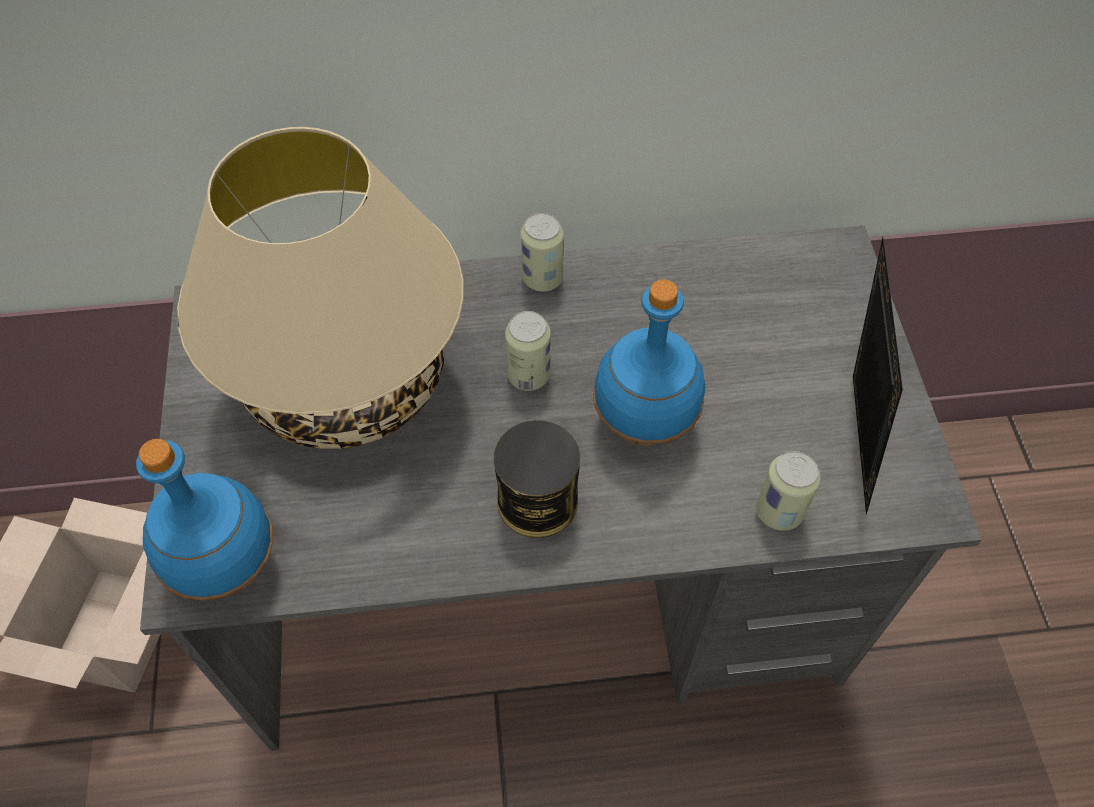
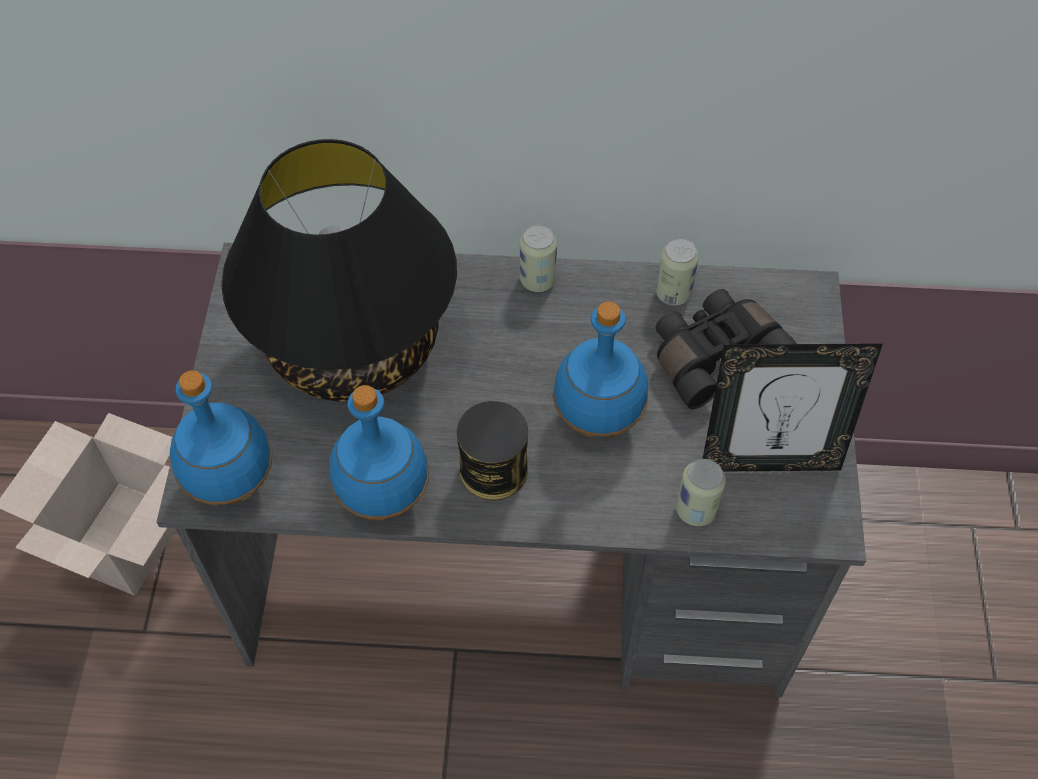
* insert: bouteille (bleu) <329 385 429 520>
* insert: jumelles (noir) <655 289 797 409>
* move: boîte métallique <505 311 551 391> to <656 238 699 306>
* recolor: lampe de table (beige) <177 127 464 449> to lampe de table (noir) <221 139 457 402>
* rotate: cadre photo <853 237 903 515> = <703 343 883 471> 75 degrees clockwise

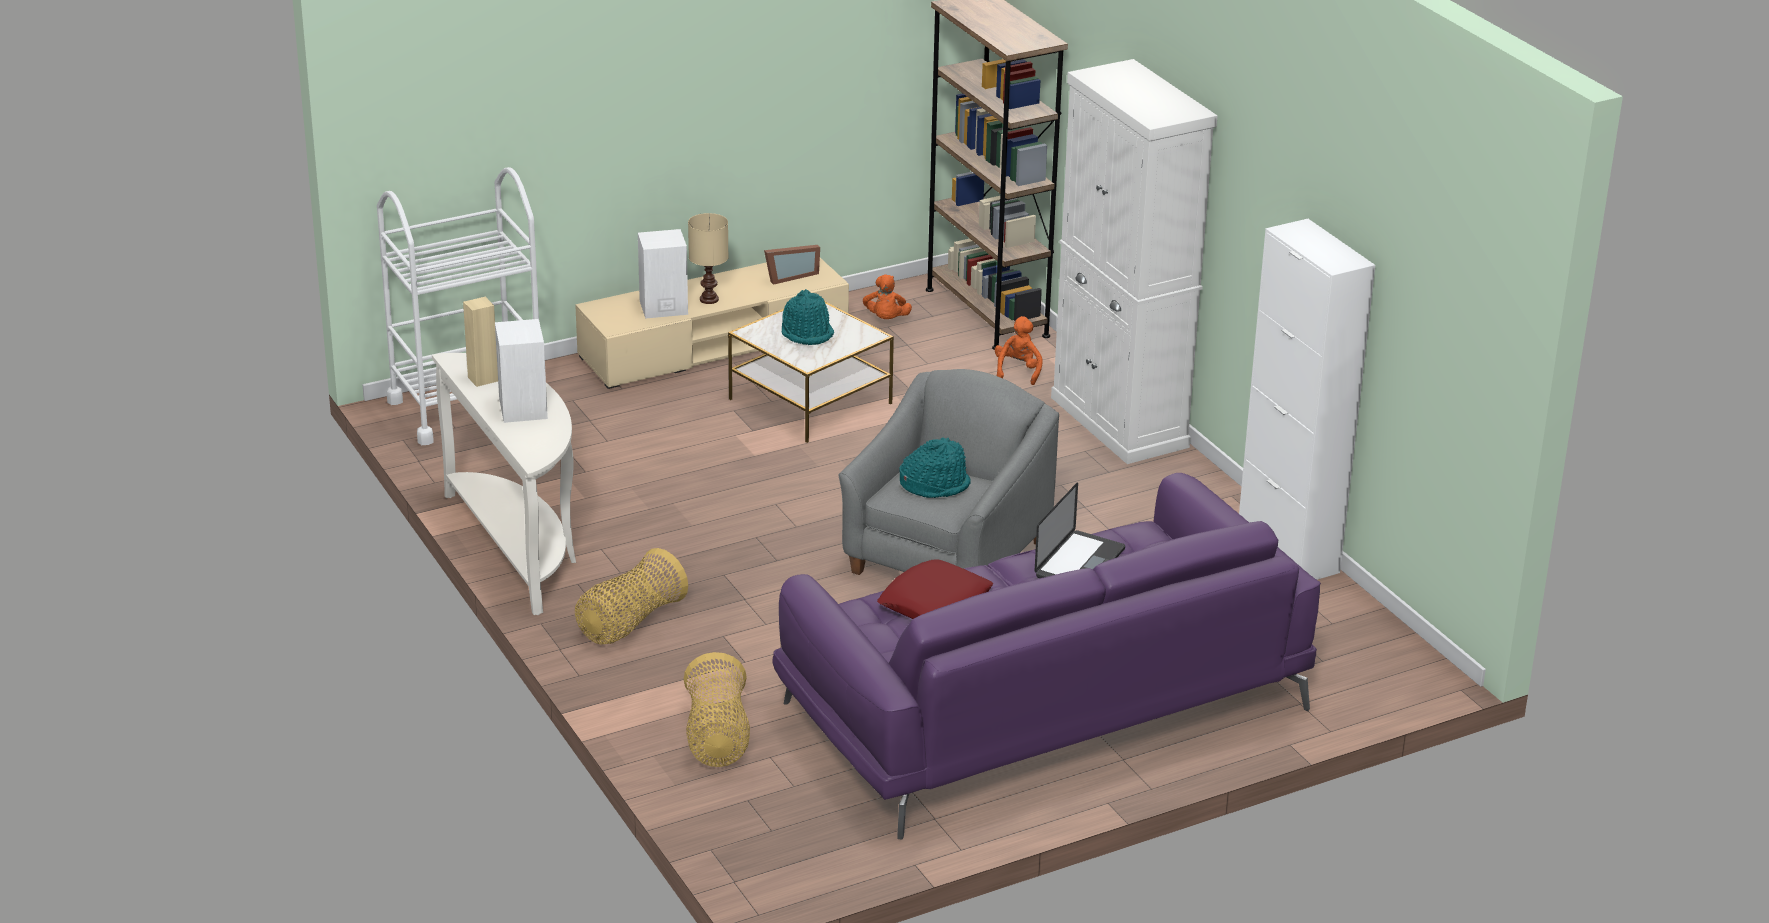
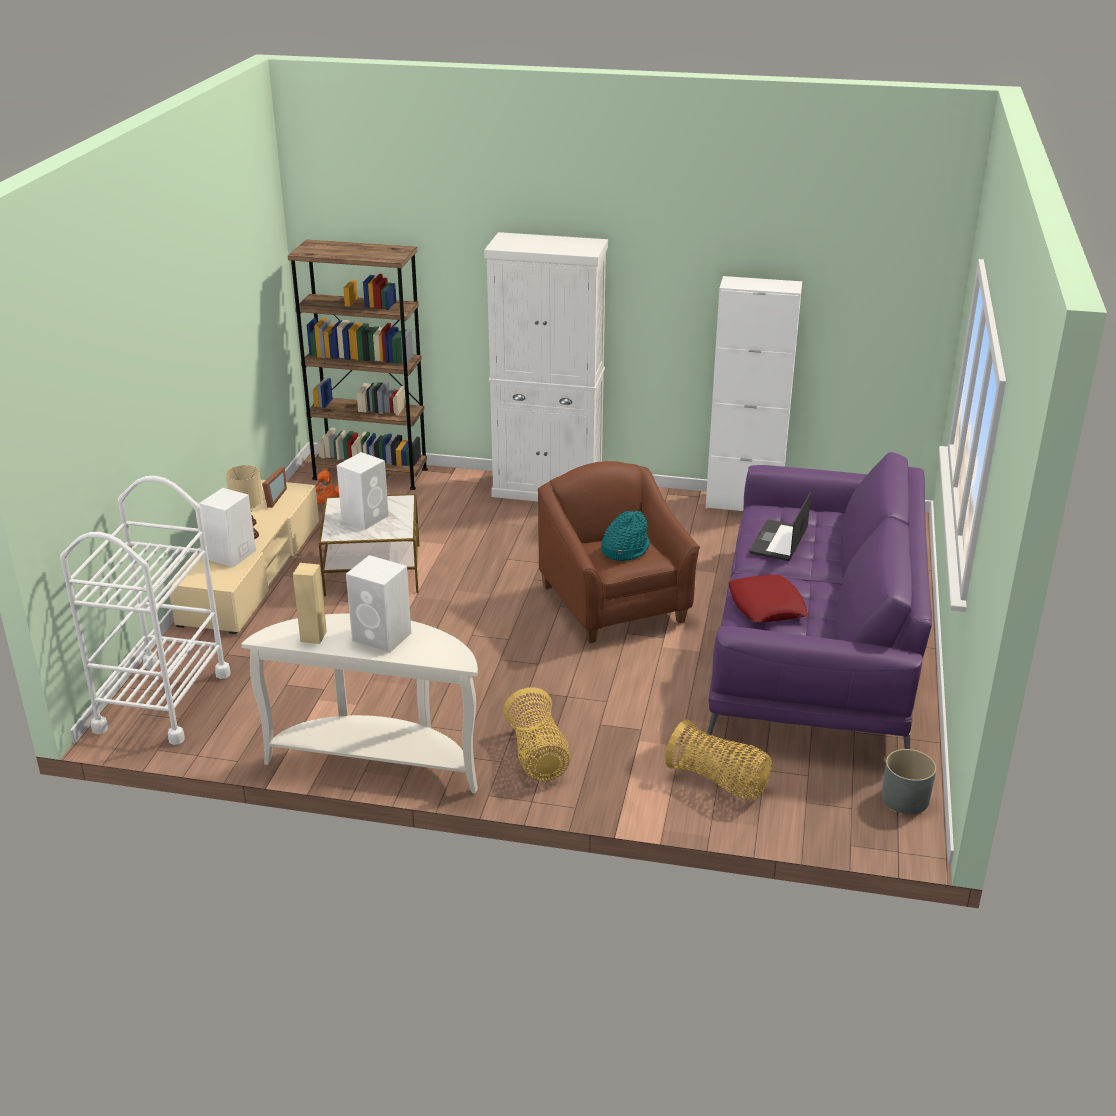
* delete: peluche (orange) <995 316 1043 385>
* insert: cache-pot (gris) <882 749 936 814>
* replace: chapeau (turquoise) <782 289 834 345> to enceinte (blanc) <337 452 389 530>
* recolor: fauteuil (gris) <838 369 1059 575> to fauteuil (marron) <538 461 700 643>
* rotate: ordinateur portable <1035 483 1125 578> = <749 491 811 561> 135 degrees counterclockwise

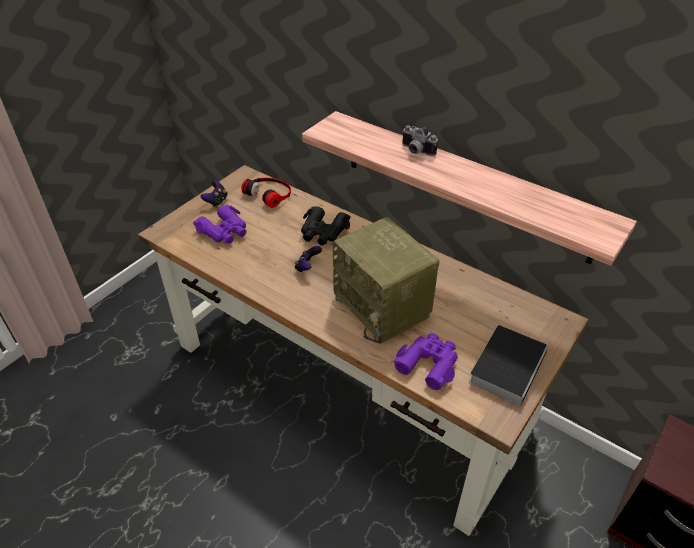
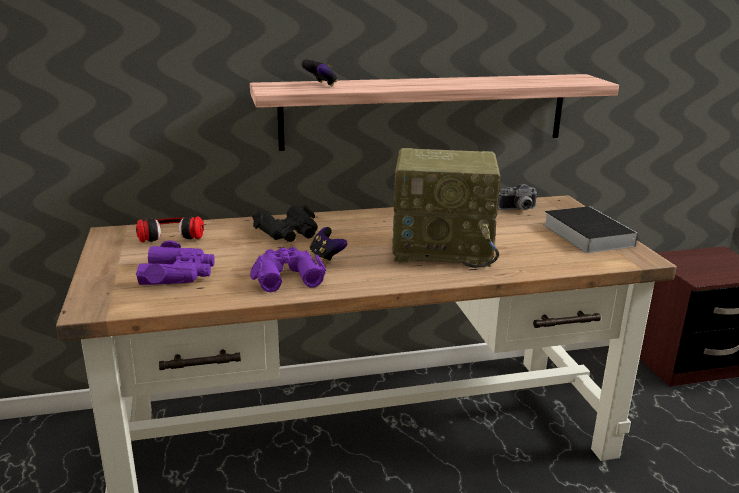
* move: manette <200 180 228 208> to <301 60 337 87>
* move: jumelles (violet) <394 333 458 390> to <250 247 326 292>
* move: appareil photo <402 125 438 156> to <498 184 538 210>

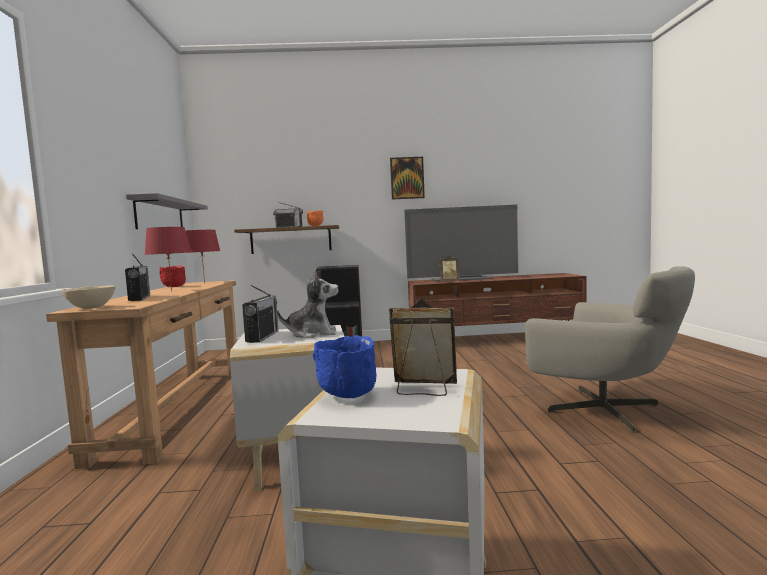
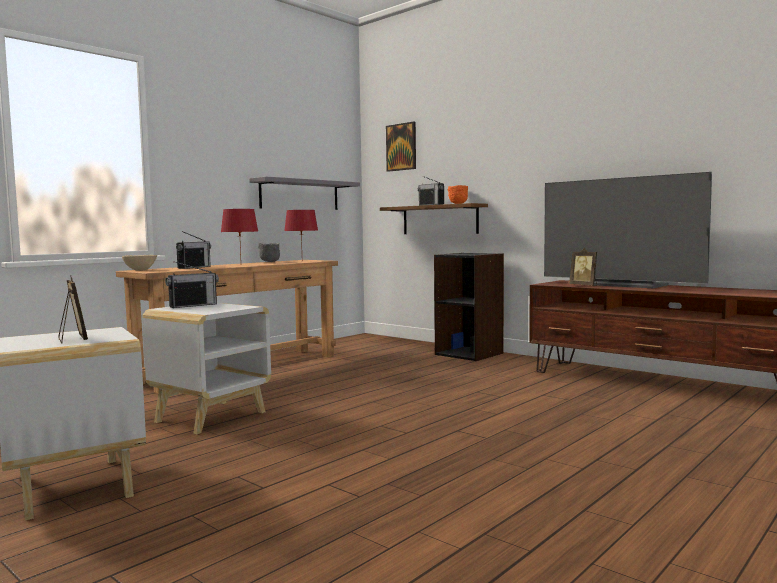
* delete: peluche <277 269 339 338>
* delete: bol (bleu) <313 335 377 398>
* delete: fauteuil (gris) <525 266 695 433>
* move: tableau <390 157 425 199> to <386 121 416 172>
* recolor: bol (rouge) <159 266 186 287> to bol (gris) <258 243 280 262>

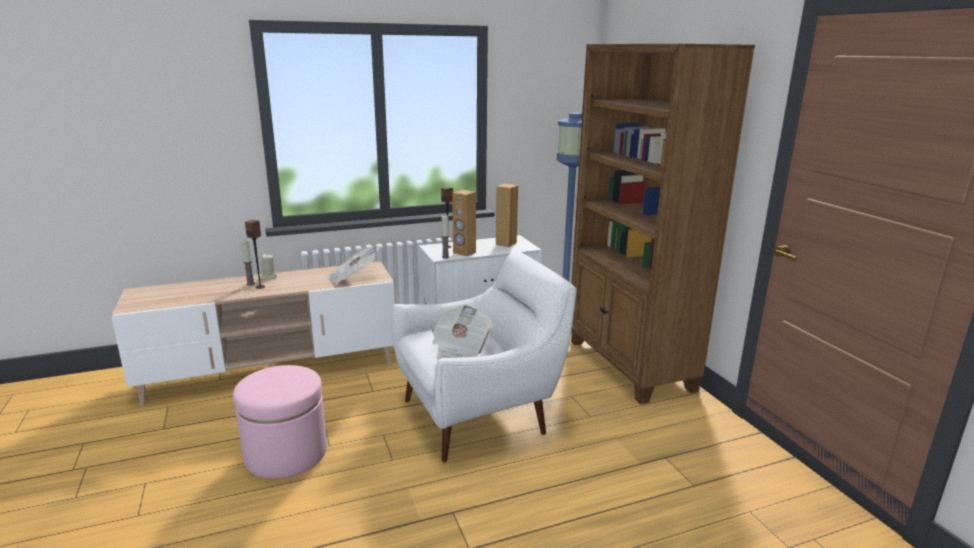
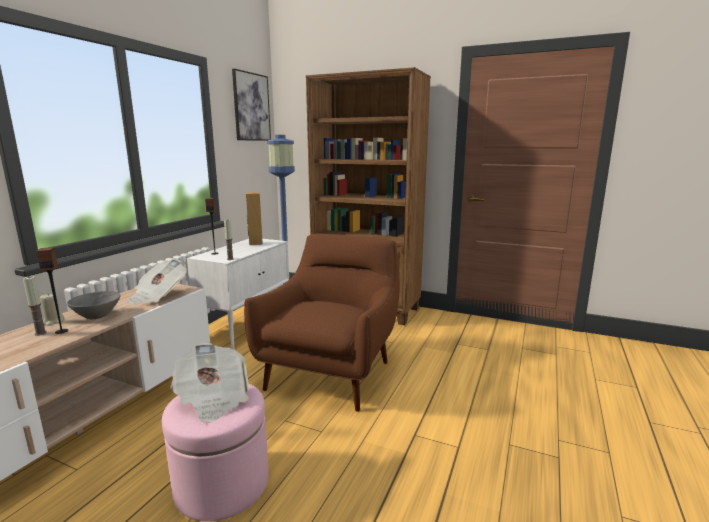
* delete: enceinte (marron) <452 190 476 257>
* insert: bol (gris) <67 291 121 319>
* insert: tableau <232 69 271 141>
* move: journal <432 304 493 361> to <171 342 249 423>
* recolor: fauteuil (blanc) <392 251 577 462> to fauteuil (marron) <244 233 400 412>

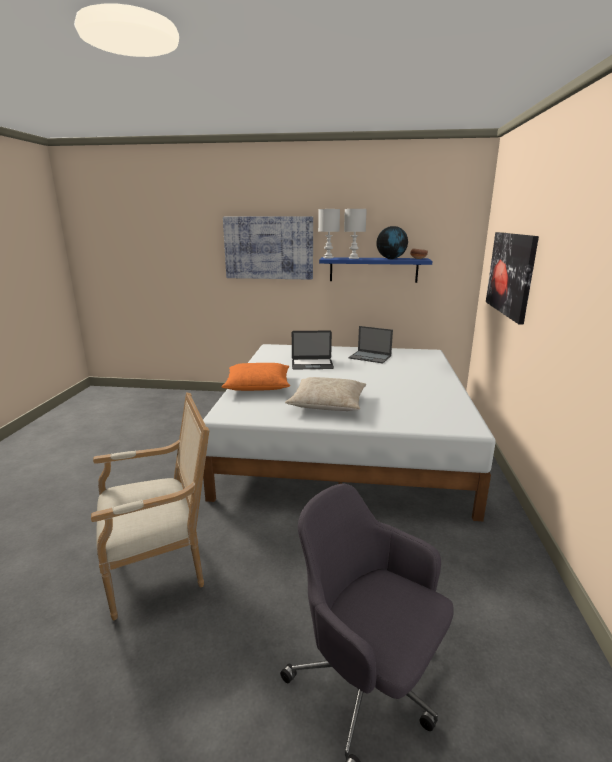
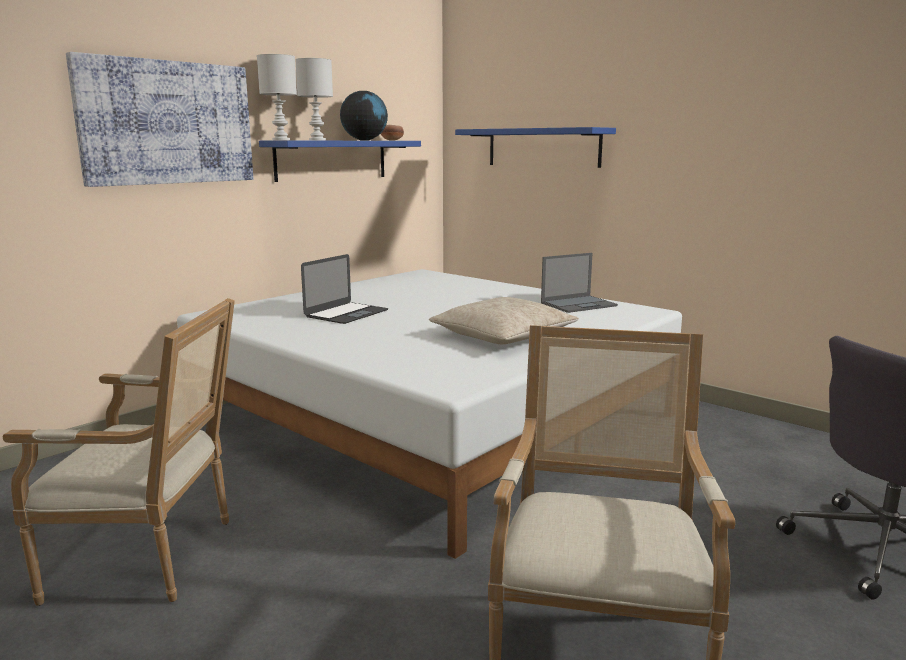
* delete: coussin (orange) <221 363 290 391>
* insert: fauteuil <3 298 235 606>
* move: ordinateur portable <349 326 393 364> to <541 253 618 313>
* replace: tableau <486 232 539 325> to étagère (bleu) <455 127 616 168>

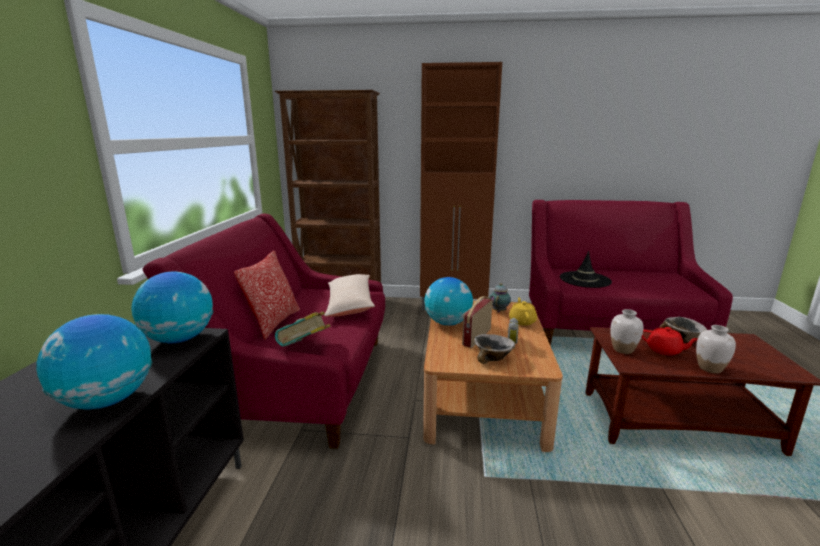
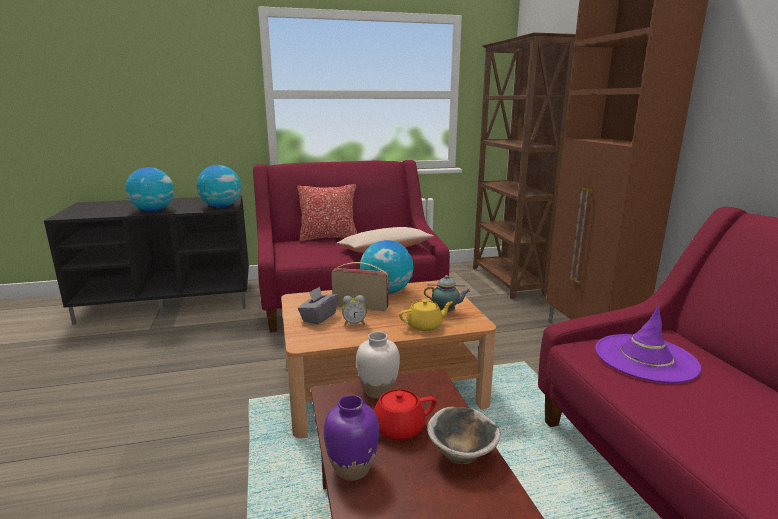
* delete: livre <275 311 330 347>
* replace: bol <474 334 515 364> to boîte à mouchoirs (gris) <298 287 338 325>
* recolor: chapeau (noir) <560 251 612 288> to chapeau (violet) <595 305 701 383>
* recolor: vase (blanc) <696 325 736 373> to vase (violet) <323 395 379 481>
* rotate: théière (rouge) <642 327 698 355> = <374 389 437 440> 60 degrees clockwise

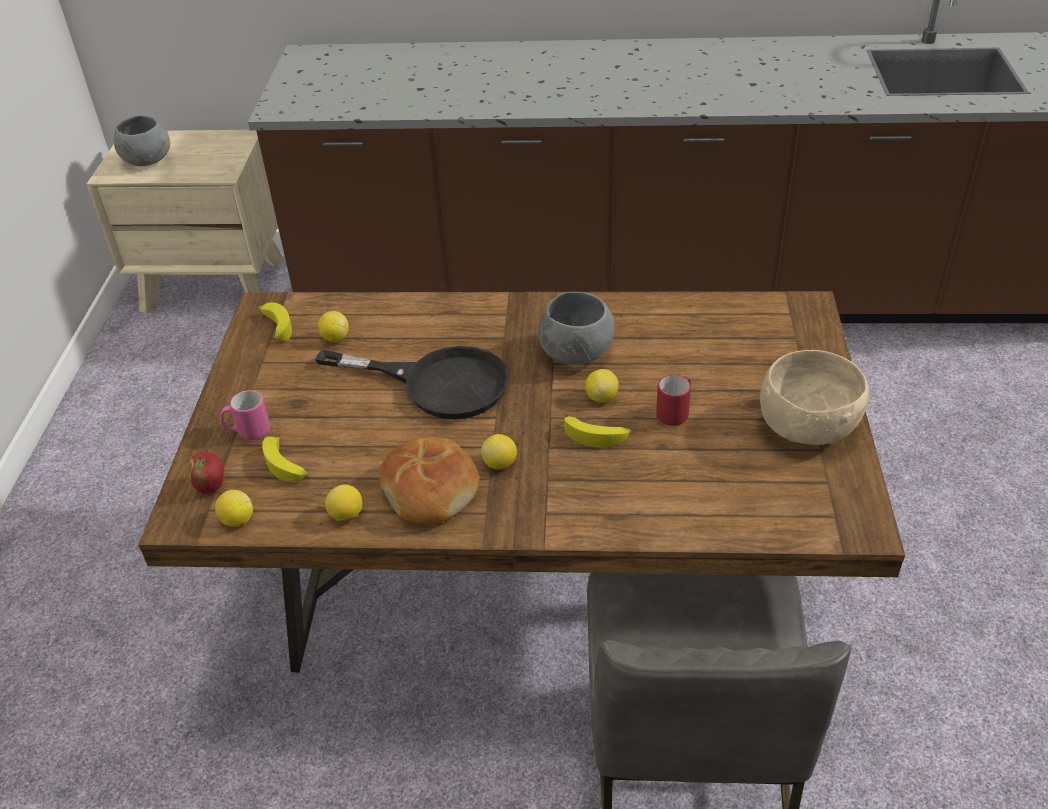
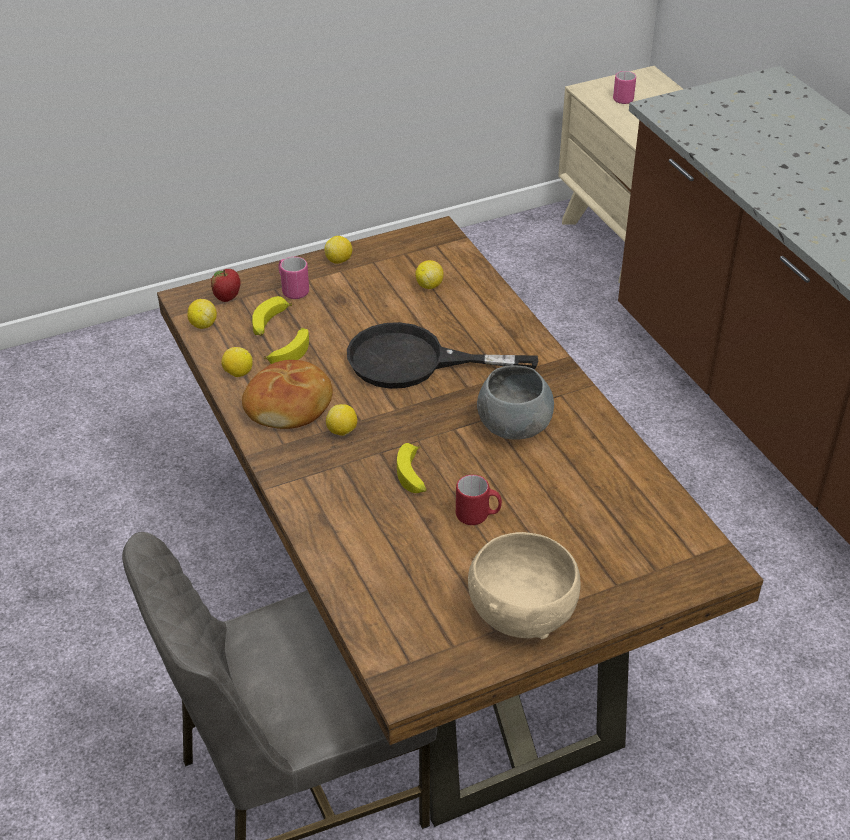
* move: banane <258 302 292 341> to <264 328 309 364>
* move: citron <585 369 619 403> to <324 236 352 264>
* replace: bol (gris) <114 115 170 166> to mug (rose) <613 71 636 104>
* rotate: poêle (noir) <315 346 509 419> = <347 322 538 389> 105 degrees clockwise

